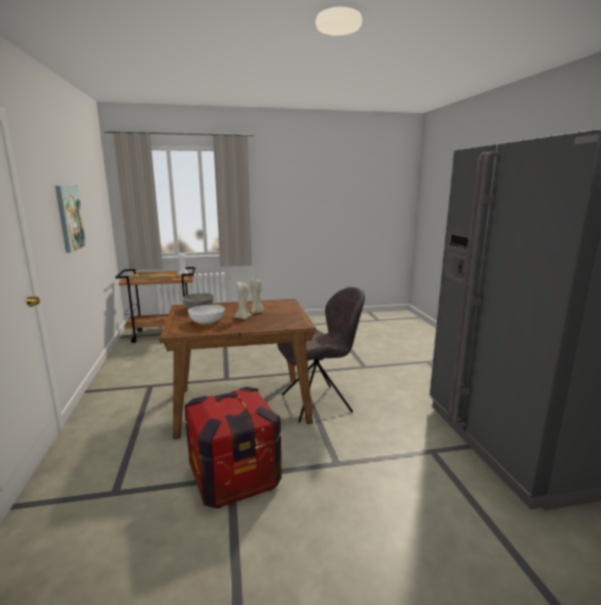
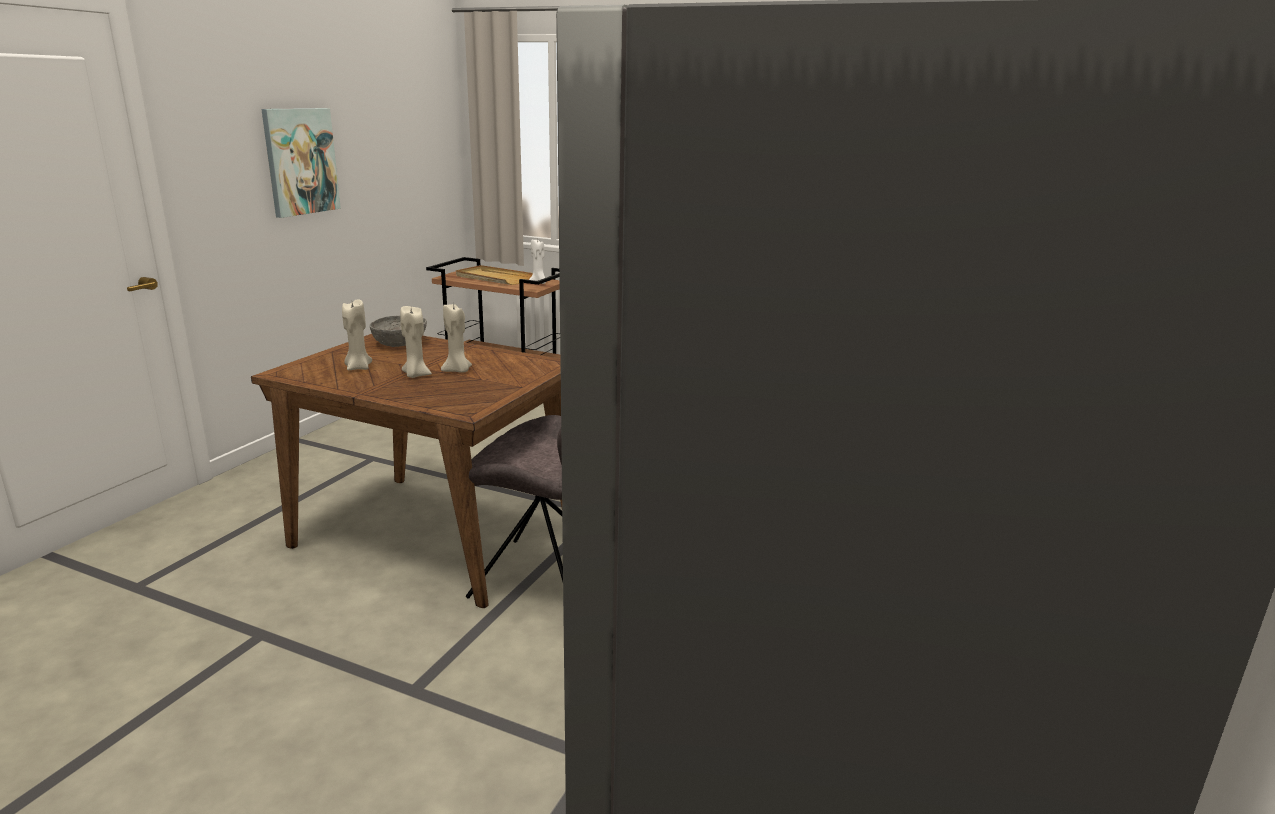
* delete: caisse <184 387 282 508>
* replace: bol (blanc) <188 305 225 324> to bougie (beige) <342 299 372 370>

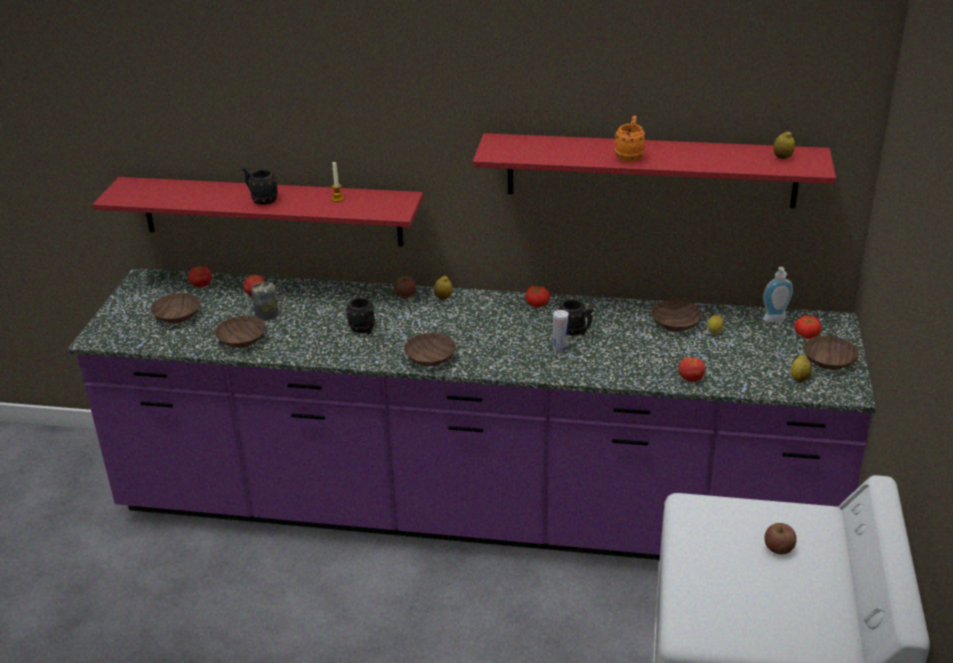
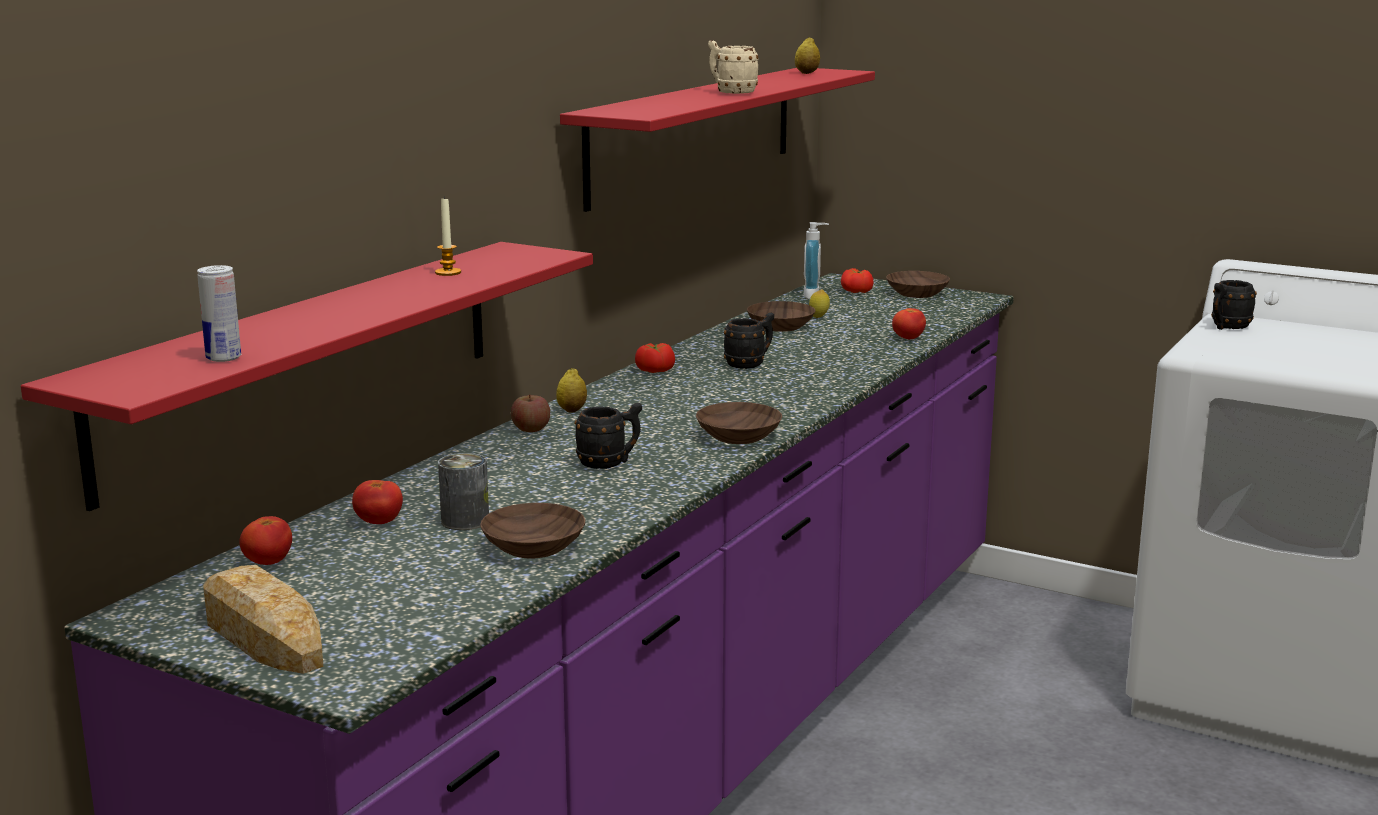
* delete: bol (marron) <151 293 200 324>
* delete: pomme <764 523 797 554>
* delete: citron <791 354 812 382>
* insert: pain <203 565 323 674>
* move: mug (noir) <243 166 278 205> to <1211 280 1257 330>
* move: boîte métallique <553 310 569 352> to <197 265 241 362>
* recolor: mug (orange) <614 115 646 162> to mug (beige) <708 40 758 94>

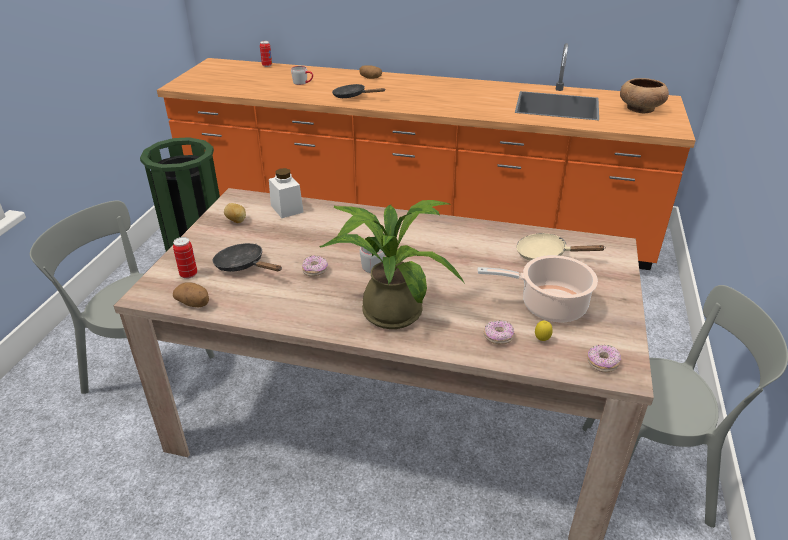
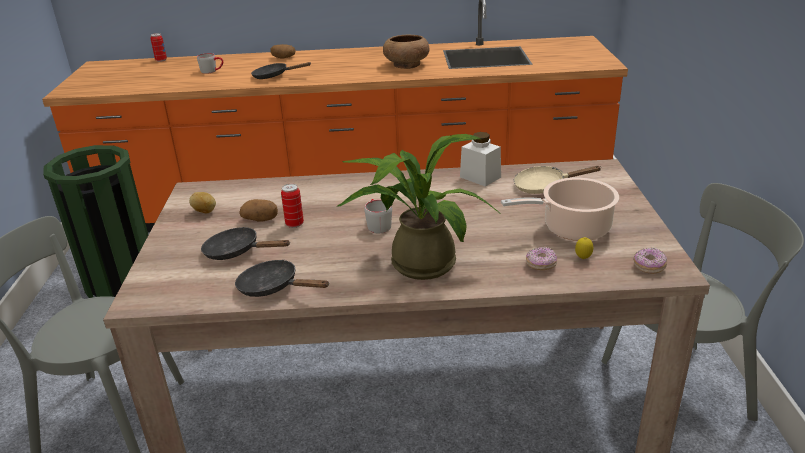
* delete: beignet <302 255 328 276>
* insert: poêle (noir) <235 260 329 297>
* move: boîte métallique <173 237 197 279> to <281 184 304 228>
* move: pomme de terre <173 282 209 307> to <239 199 278 222>
* move: bocal (blanc) <269 168 304 218> to <460 132 501 187>
* move: bol (marron) <620 78 669 113> to <383 35 430 69>

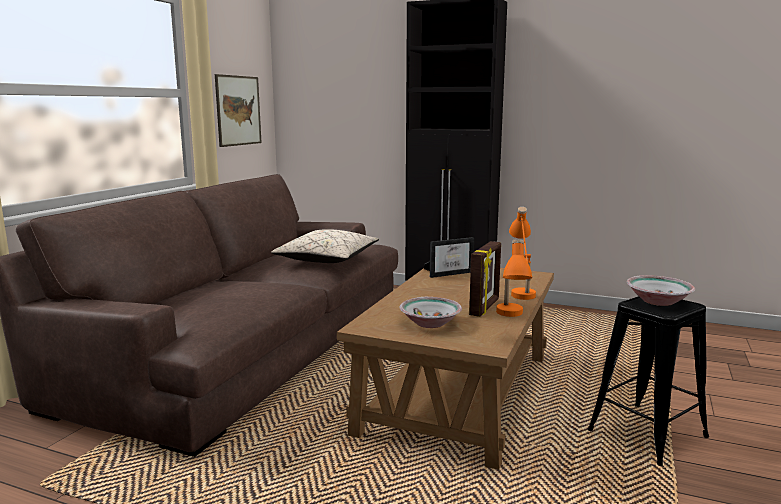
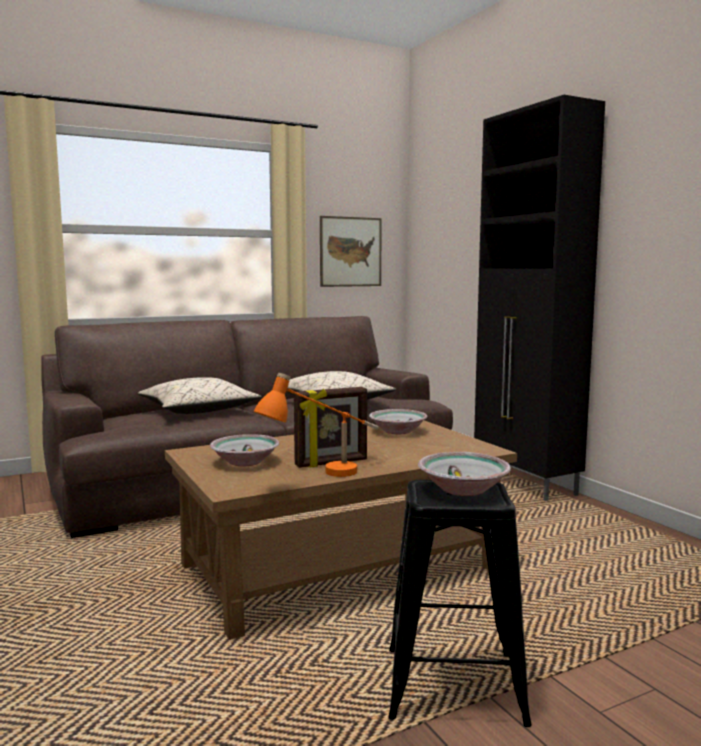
* delete: lampe de table (orange) <509 207 536 300>
* insert: coussin (beige) <138 377 262 414>
* replace: cadre photo <424 237 474 278> to bol <369 409 427 434>

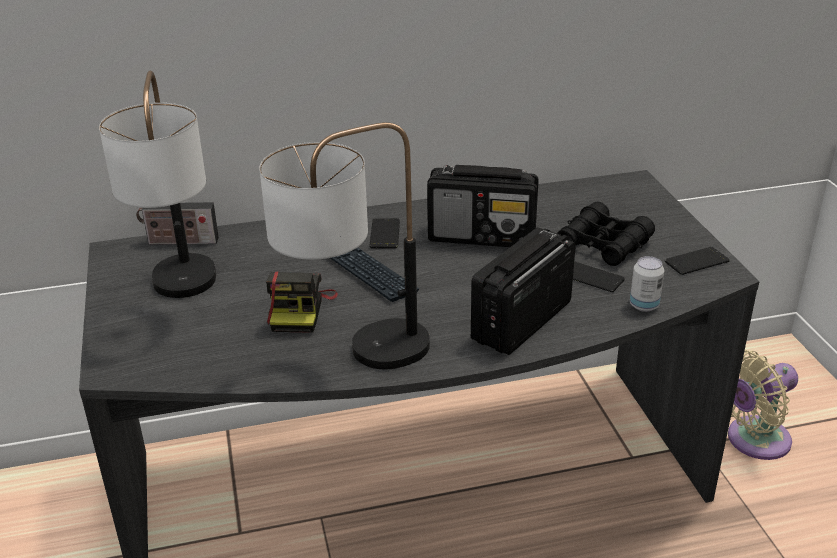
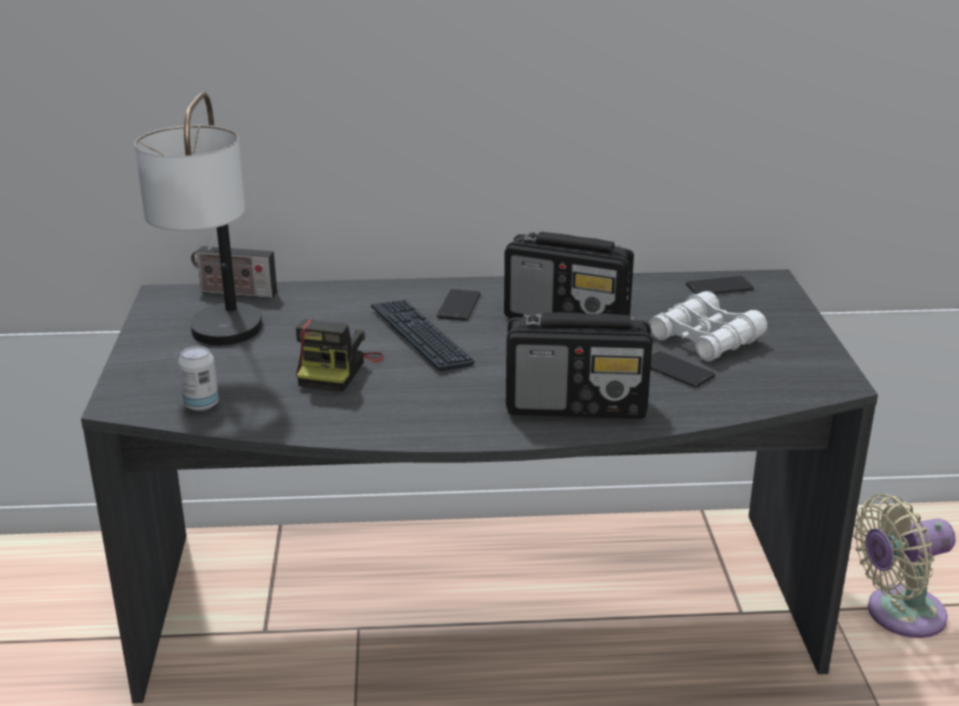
* delete: lampe de table <259 122 430 370>
* move: boîte métallique <630 256 664 312> to <178 346 219 411>
* move: téléphone <665 247 730 275> to <686 276 754 294>
* recolor: jumelles (noir) <557 201 655 266> to jumelles (blanc) <649 291 767 361>
* rotate: radio <471 227 576 355> = <506 312 652 419> 135 degrees counterclockwise

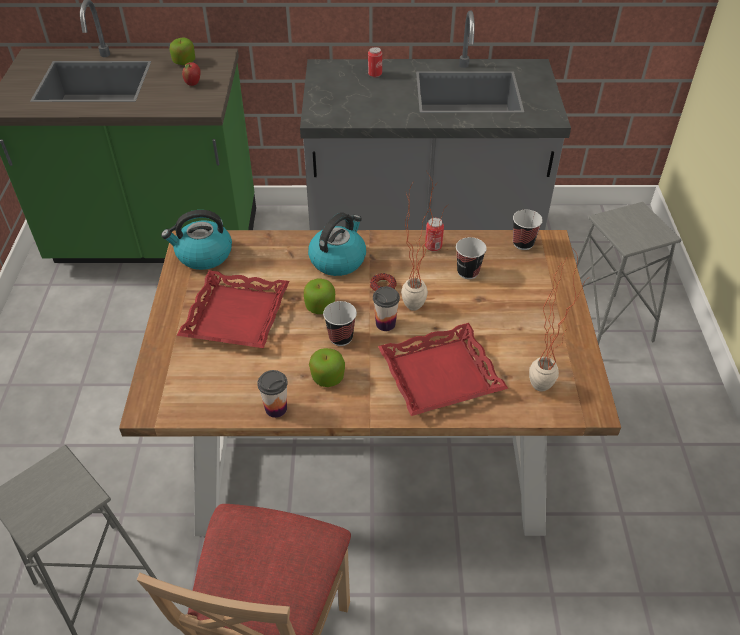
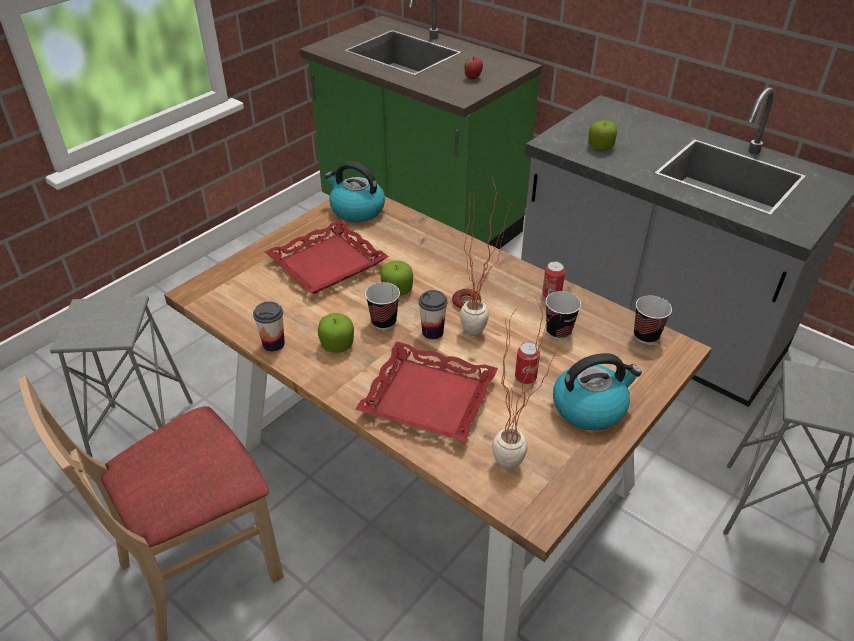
* move: pomme <170 37 195 65> to <588 120 617 151>
* move: bouilloire <308 213 366 276> to <553 353 642 431>
* move: boîte métallique <368 47 382 77> to <515 342 540 384>

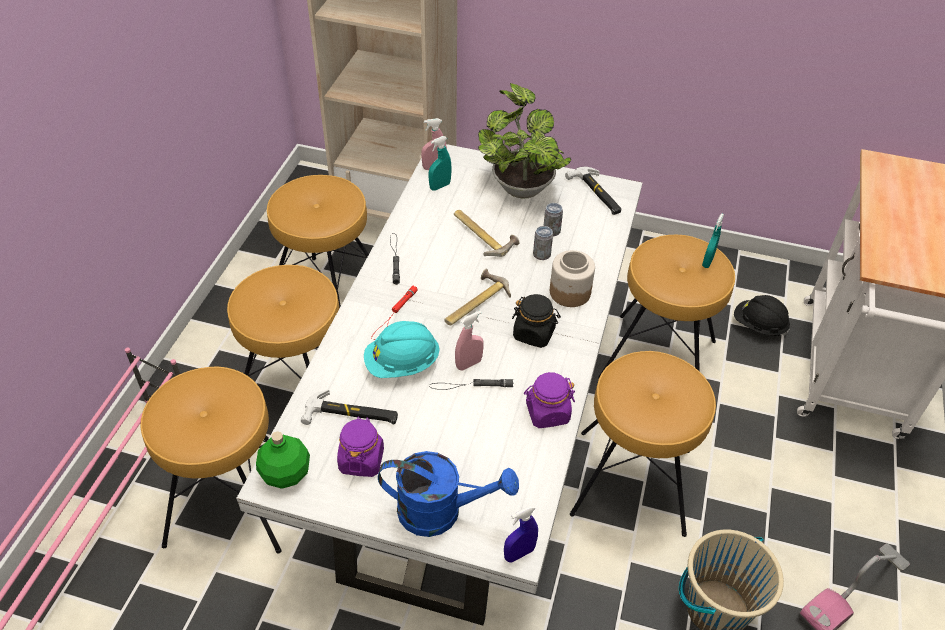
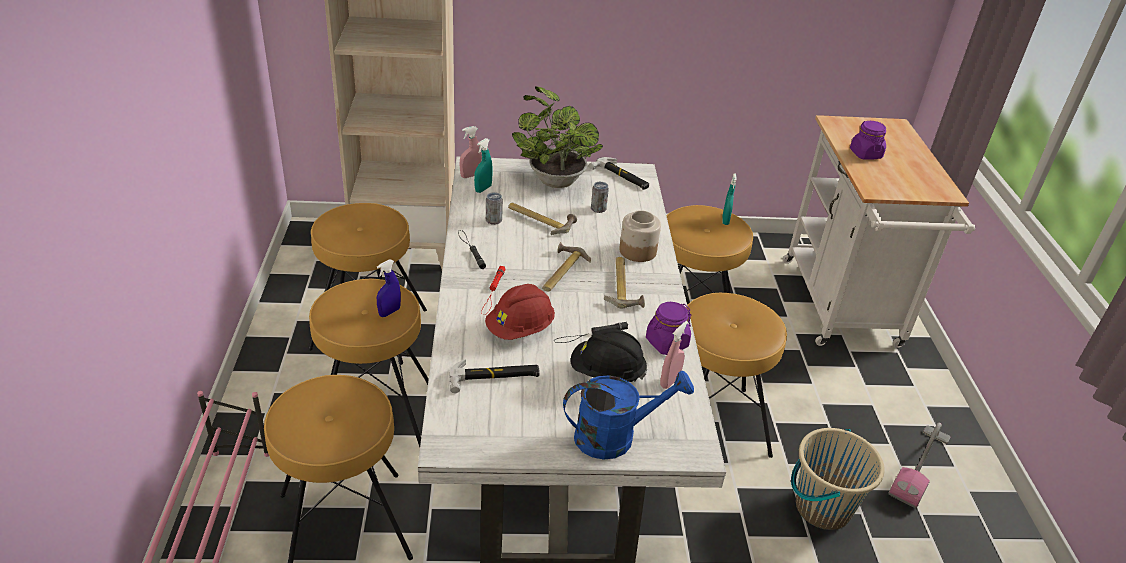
* delete: bouteille (vert) <256 431 310 489>
* move: bocal (violet) <337 416 384 477> to <850 121 886 160>
* move: vaporisateur (rose) <455 311 484 370> to <660 321 688 389>
* move: vaporisateur (bleu) <504 505 538 563> to <377 260 401 317>
* move: boîte métallique <533 226 553 260> to <486 192 503 225>
* move: casque de chantier (noir) <734 295 790 336> to <570 328 647 382>
* replace: bocal (noir) <512 294 561 348> to marteau <604 257 645 308>
* recolor: casque de chantier (turquoise) <364 321 440 378> to casque de chantier (rouge) <485 284 555 340>

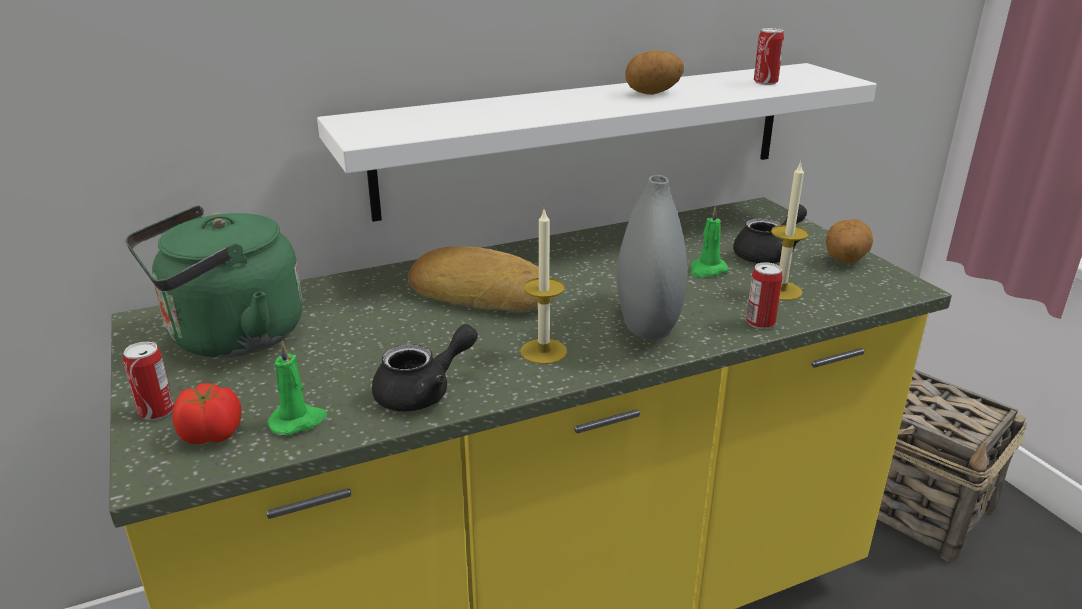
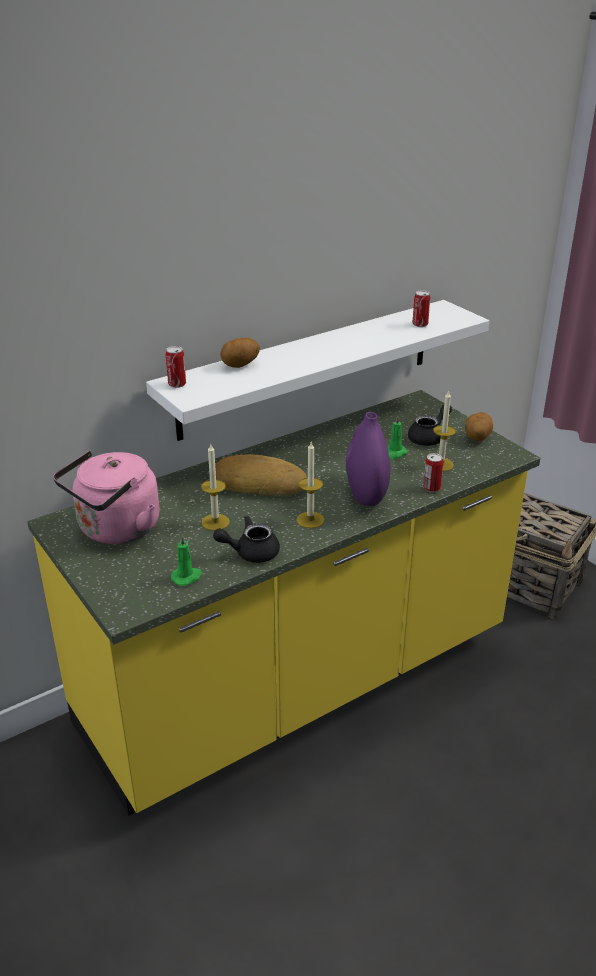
* delete: tomate <172 383 241 444>
* insert: bougie <201 444 230 531>
* move: boîte métallique <123 342 174 420> to <166 346 186 388>
* move: pomme de terre <625 50 684 95> to <220 338 260 368>
* recolor: bouilloire (vert) <126 205 302 357> to bouilloire (rose) <53 451 160 544>
* recolor: vase (gris) <617 175 687 340> to vase (violet) <346 412 390 506>
* rotate: théière (noir) <372 324 478 411> = <213 516 280 563> 150 degrees counterclockwise

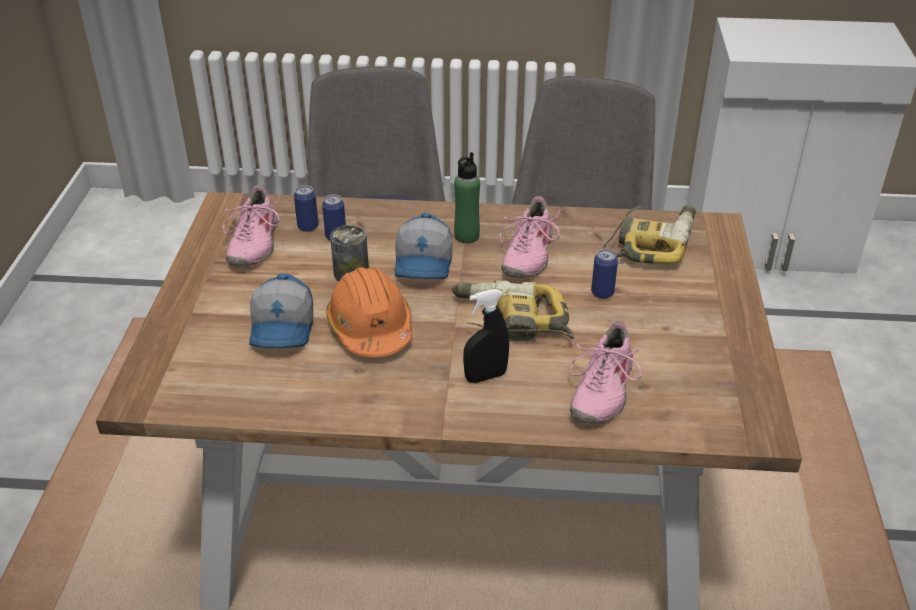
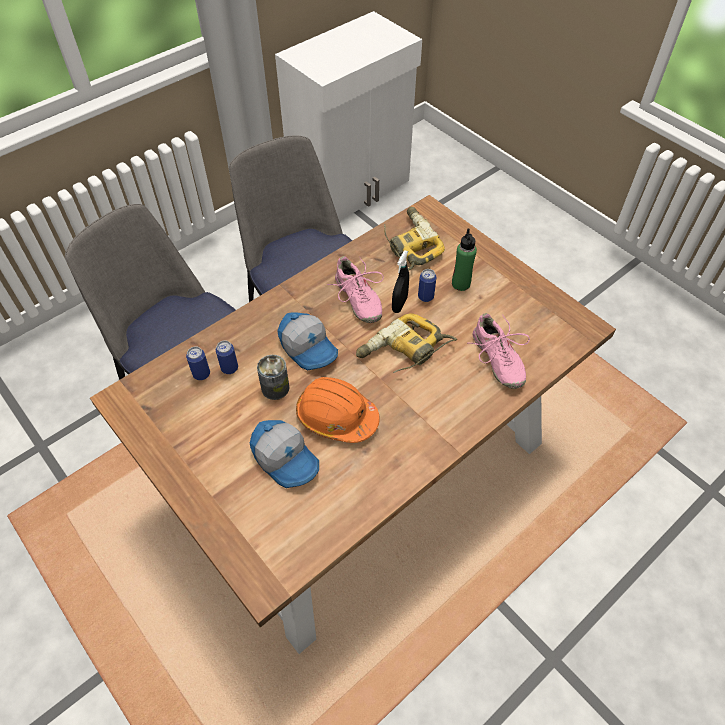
* delete: chaussure (rose) <222 185 280 267>
* move: bouteille (vert) <454 152 480 243> to <452 229 477 291>
* move: vaporisateur (noir) <463 289 509 383> to <392 250 409 313>

